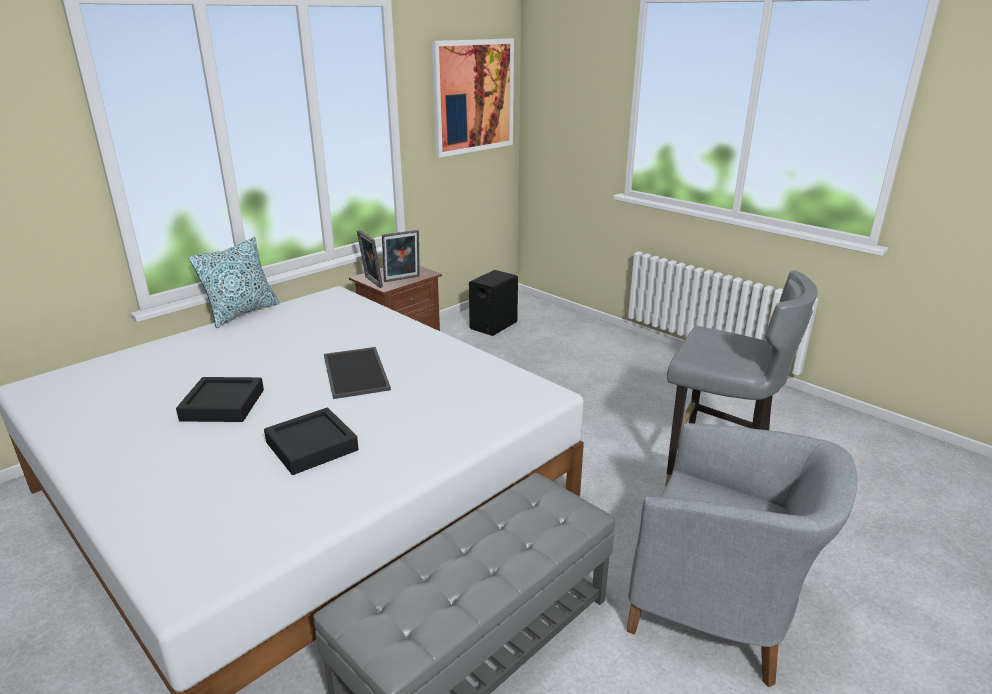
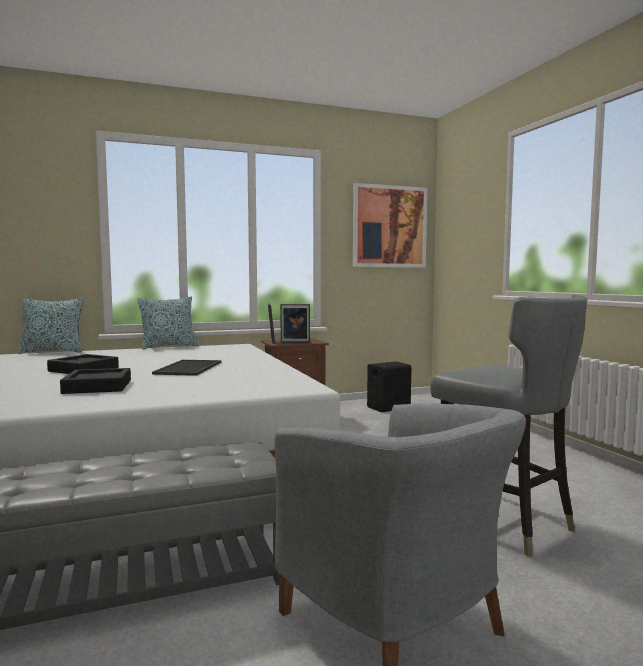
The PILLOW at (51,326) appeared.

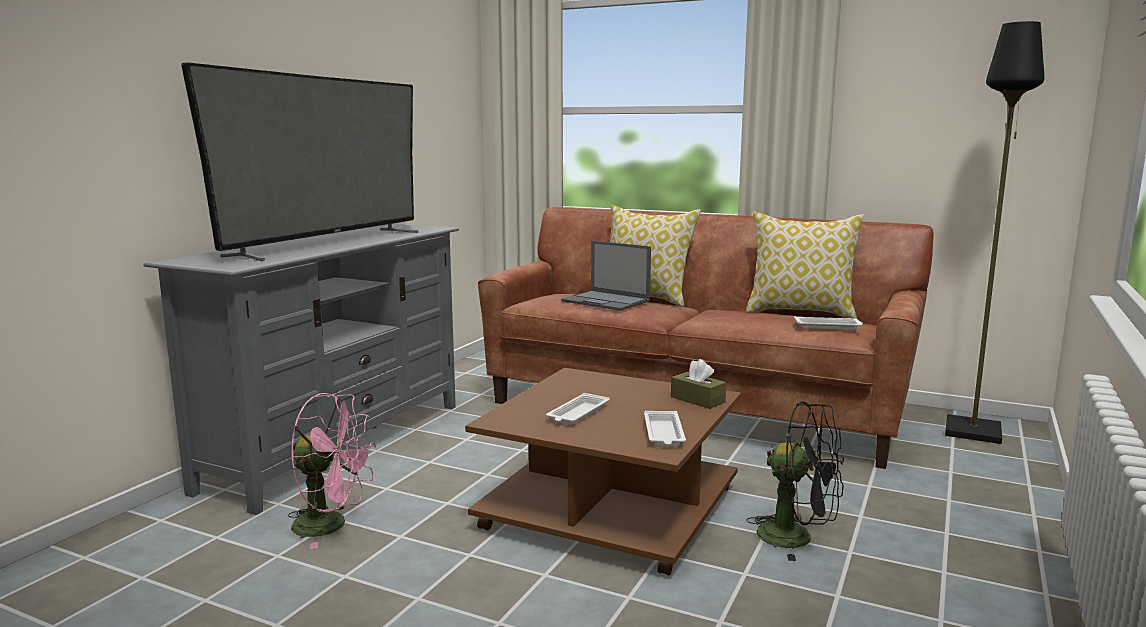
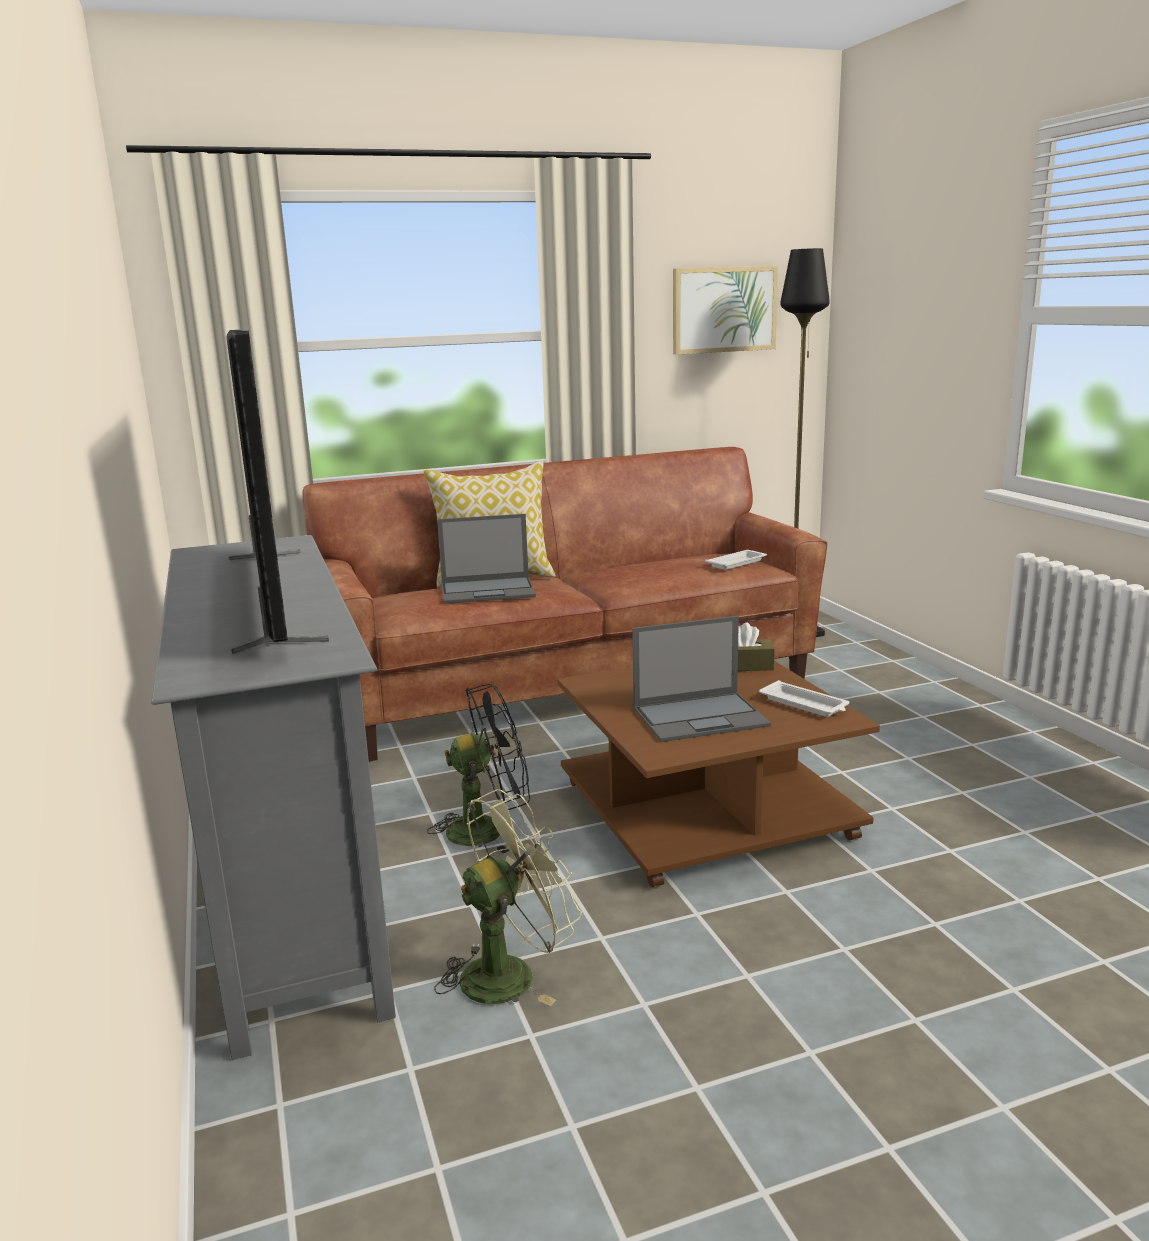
The PILLOW at (805,265) disappeared.
The PICTURE at (725,310) appeared.
The BLACK FAN moved from (795,481) to (478,769).
The WHITE TRAY at (578,409) was replaced by the LAPTOP at (701,679).
The PINK FAN at (332,471) became the GREEN FAN at (508,897).

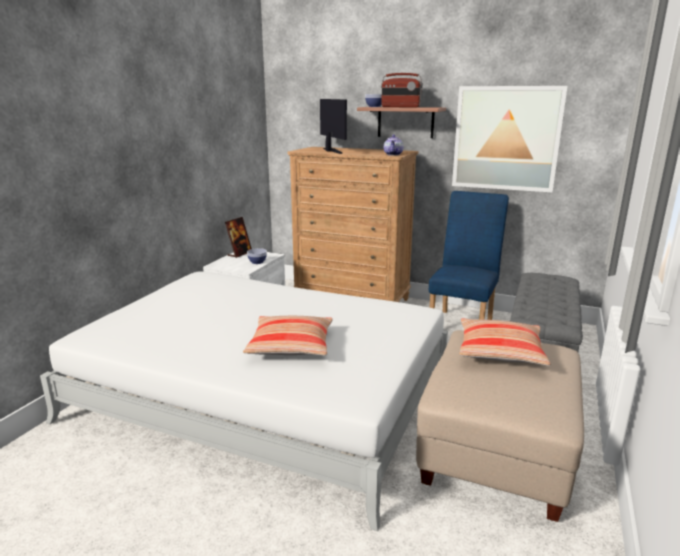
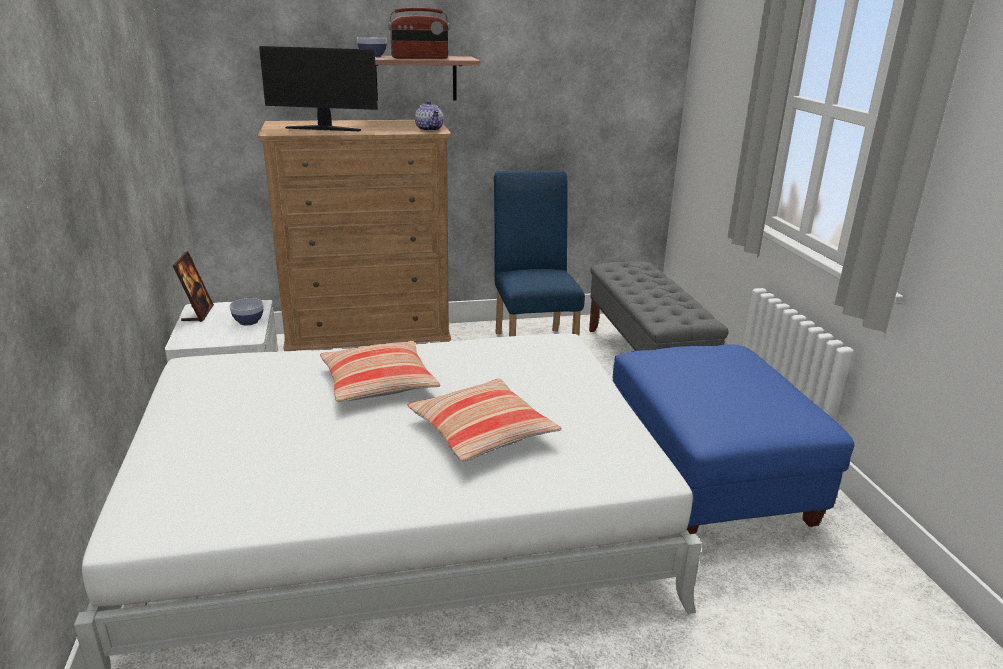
The PICTURE at (510,139) disappeared.
The PILLOW moved from (505,342) to (380,371).
The BEIGE OTTOMAN at (500,426) became the BLUE OTTOMAN at (734,439).
The MONITOR at (333,126) turned 150 degrees clockwise.

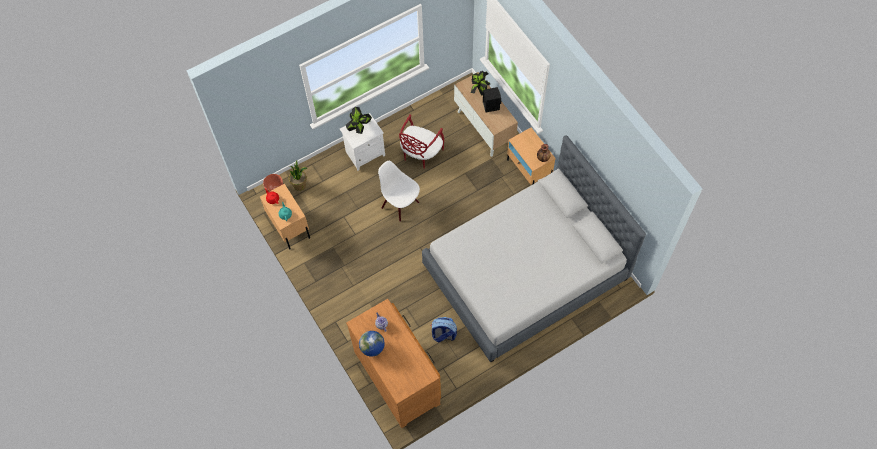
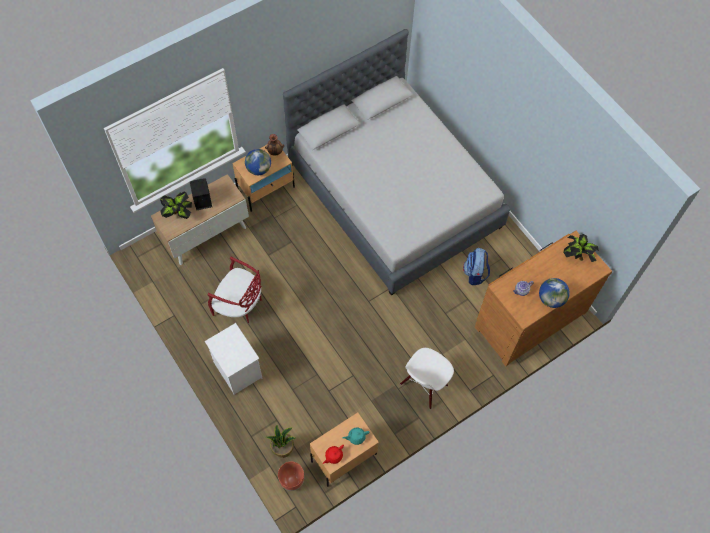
The GLOBE at (258,162) appeared.
The POTTED PLANT moved from (359,120) to (581,248).
The WHITE CHAIR moved from (399,191) to (427,378).

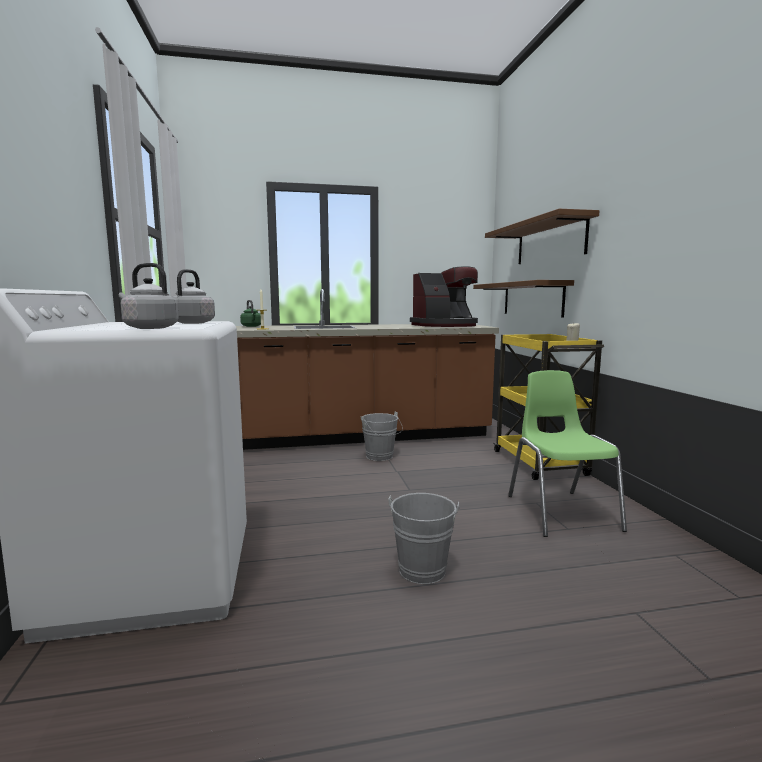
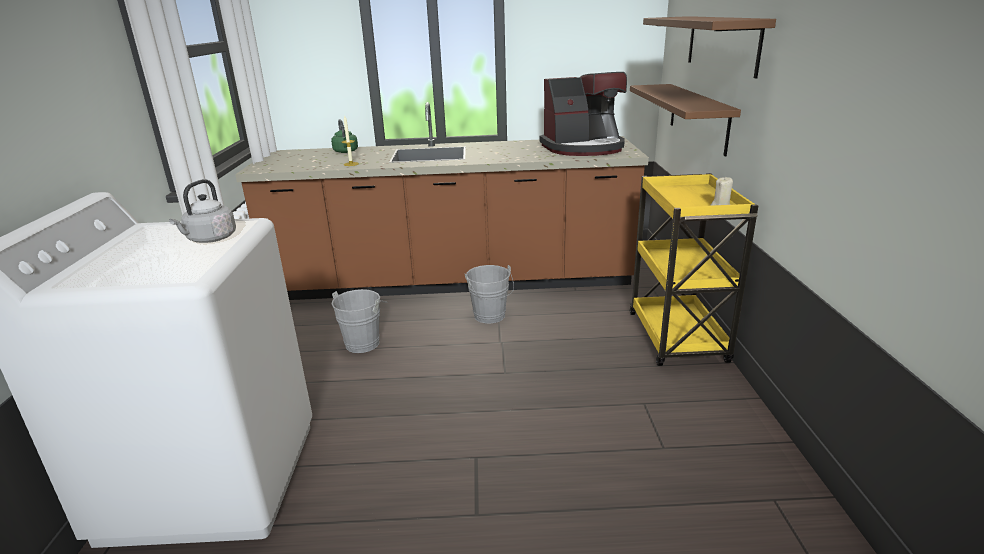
The GREY KETTLE at (149,296) disappeared.
The GREEN CHAIR at (567,453) disappeared.
The GREY BUCKET moved from (423,538) to (359,321).

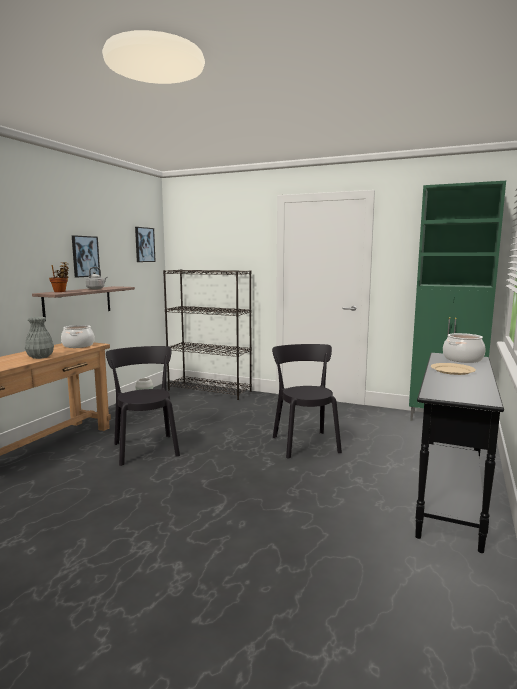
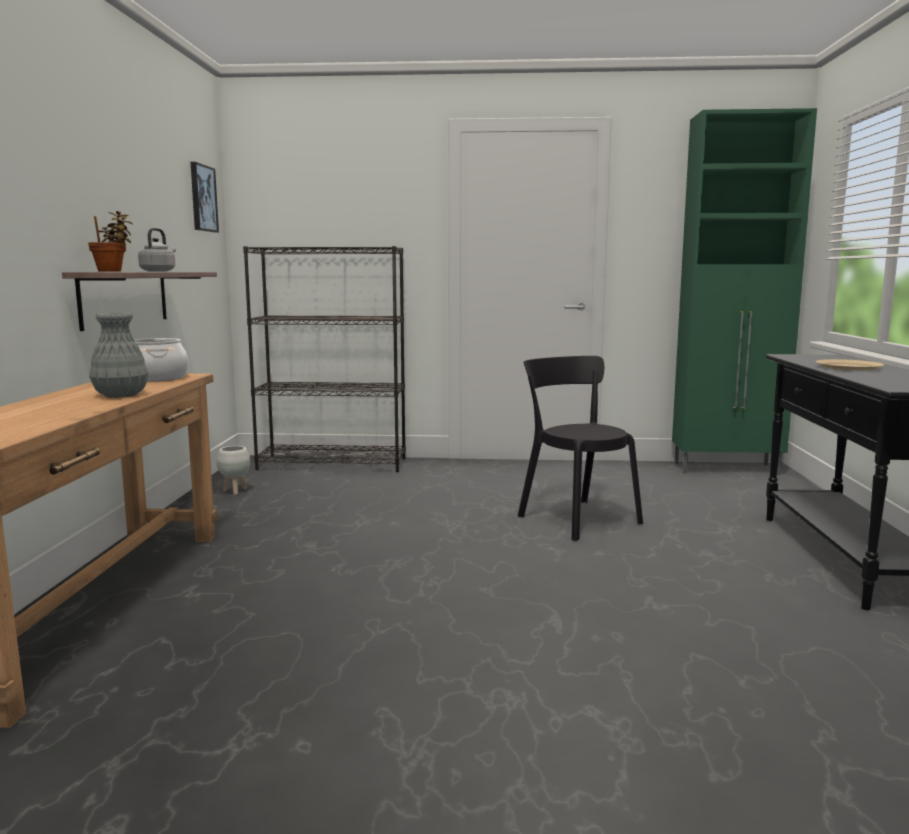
The PICTURE at (86,256) disappeared.
The BLACK CHAIR at (143,406) disappeared.
The COOKING POT at (464,348) disappeared.

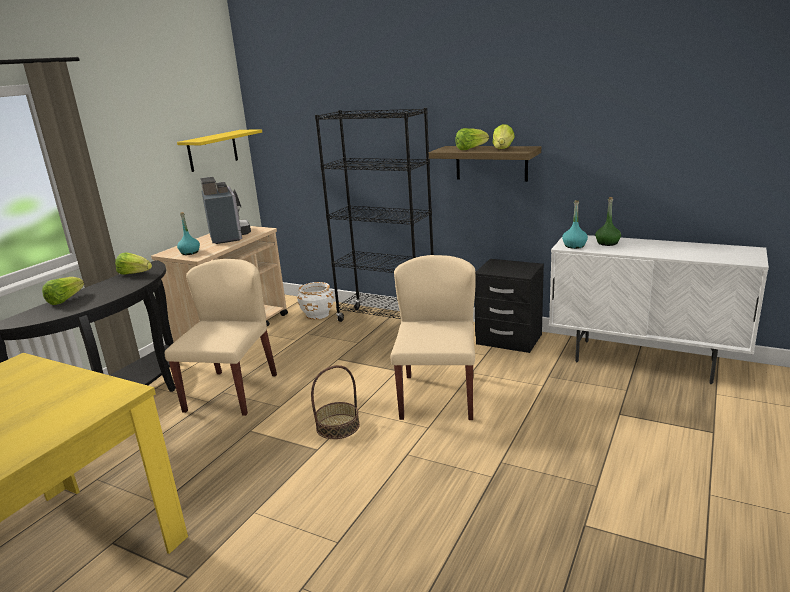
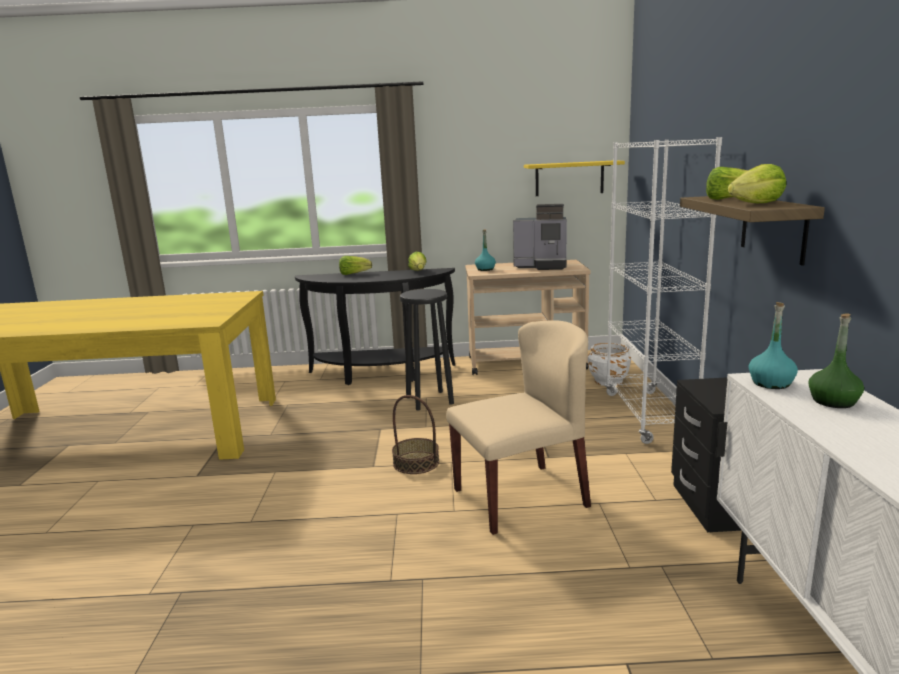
The BEIGE CHAIR at (221,337) was replaced by the BLACK STOOL at (427,349).
The BLACK BOOKCASE at (374,215) became the WHITE BOOKCASE at (663,290).
The COFFEE MACHINE at (225,210) turned 60 degrees clockwise.

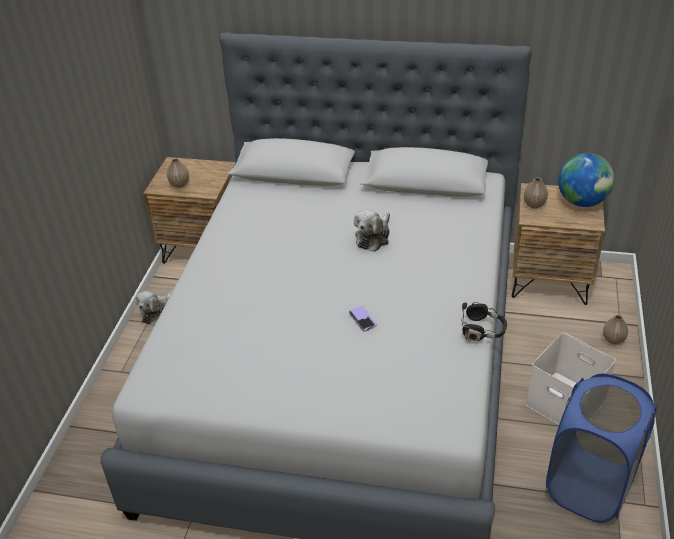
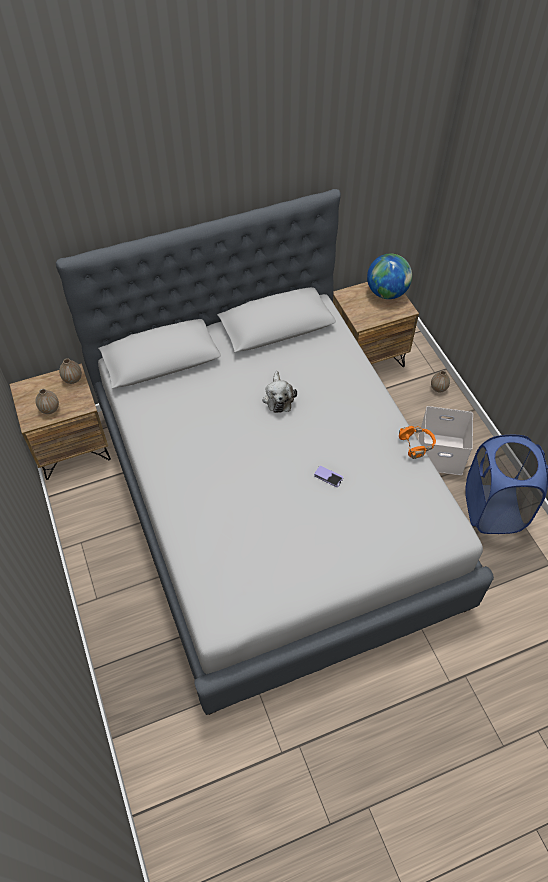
The PLUSH TOY at (154,308) disappeared.
The VASE moved from (536,193) to (70,371).
The BLACK HEADPHONES at (484,321) became the ORANGE HEADPHONES at (417,442).

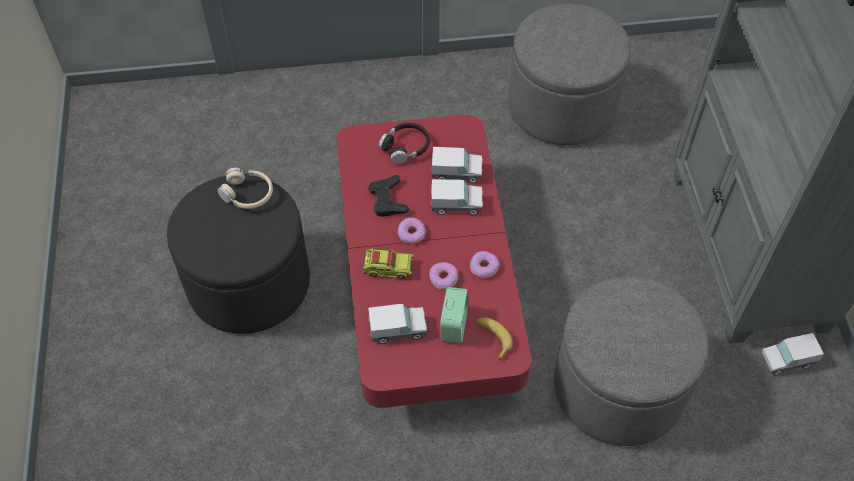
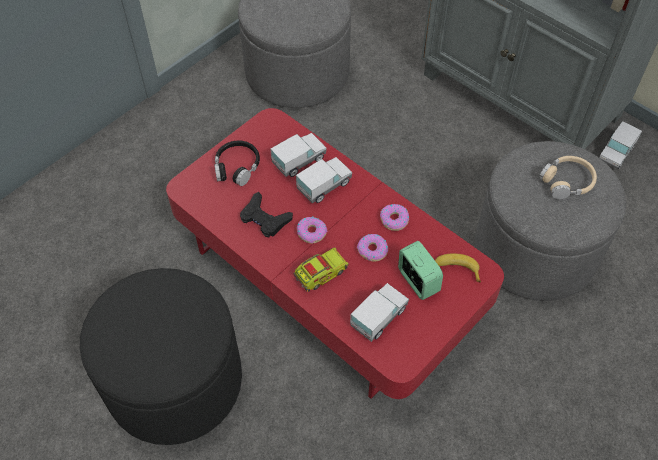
The BEIGE HEADPHONES moved from (245,188) to (568,177).

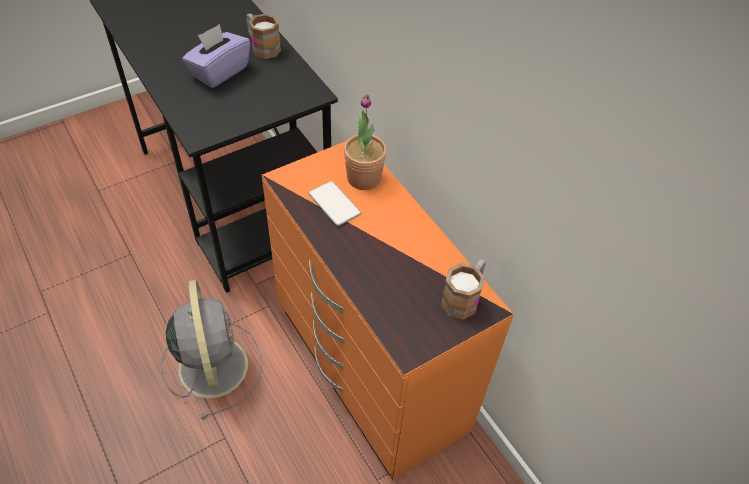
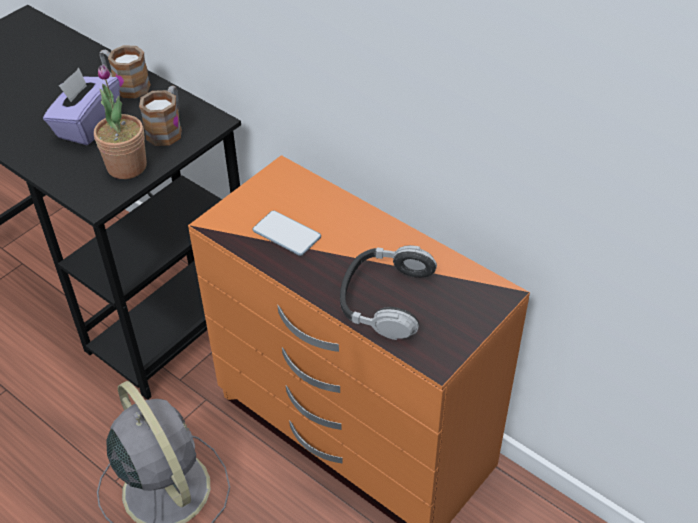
The HEADPHONES at (388,292) appeared.
The POTTED PLANT moved from (365,142) to (120,121).
The MUG moved from (463,289) to (160,116).

